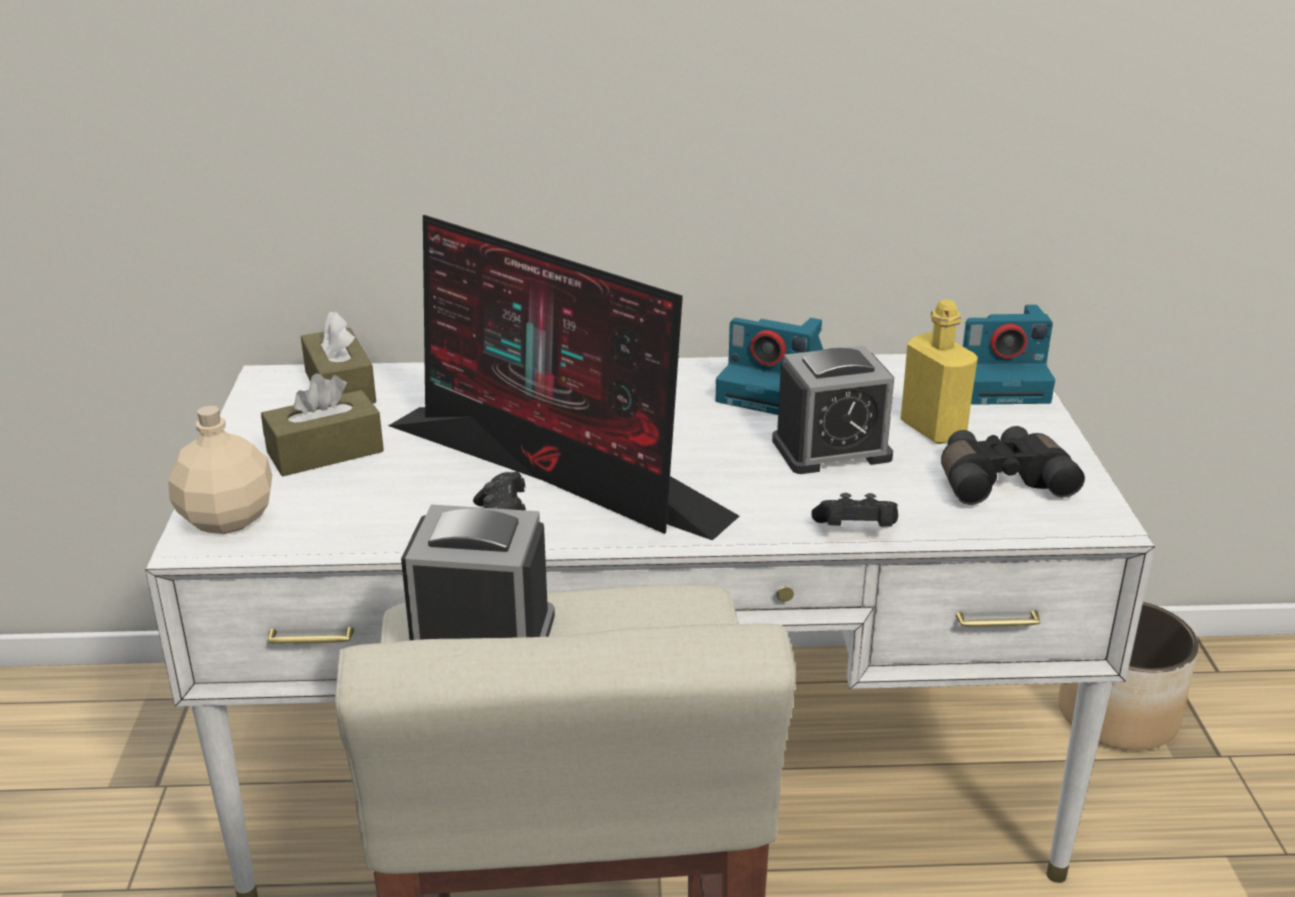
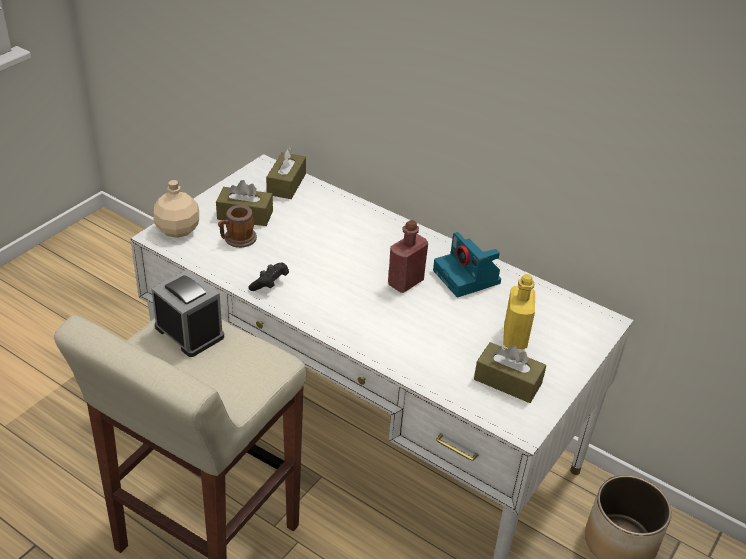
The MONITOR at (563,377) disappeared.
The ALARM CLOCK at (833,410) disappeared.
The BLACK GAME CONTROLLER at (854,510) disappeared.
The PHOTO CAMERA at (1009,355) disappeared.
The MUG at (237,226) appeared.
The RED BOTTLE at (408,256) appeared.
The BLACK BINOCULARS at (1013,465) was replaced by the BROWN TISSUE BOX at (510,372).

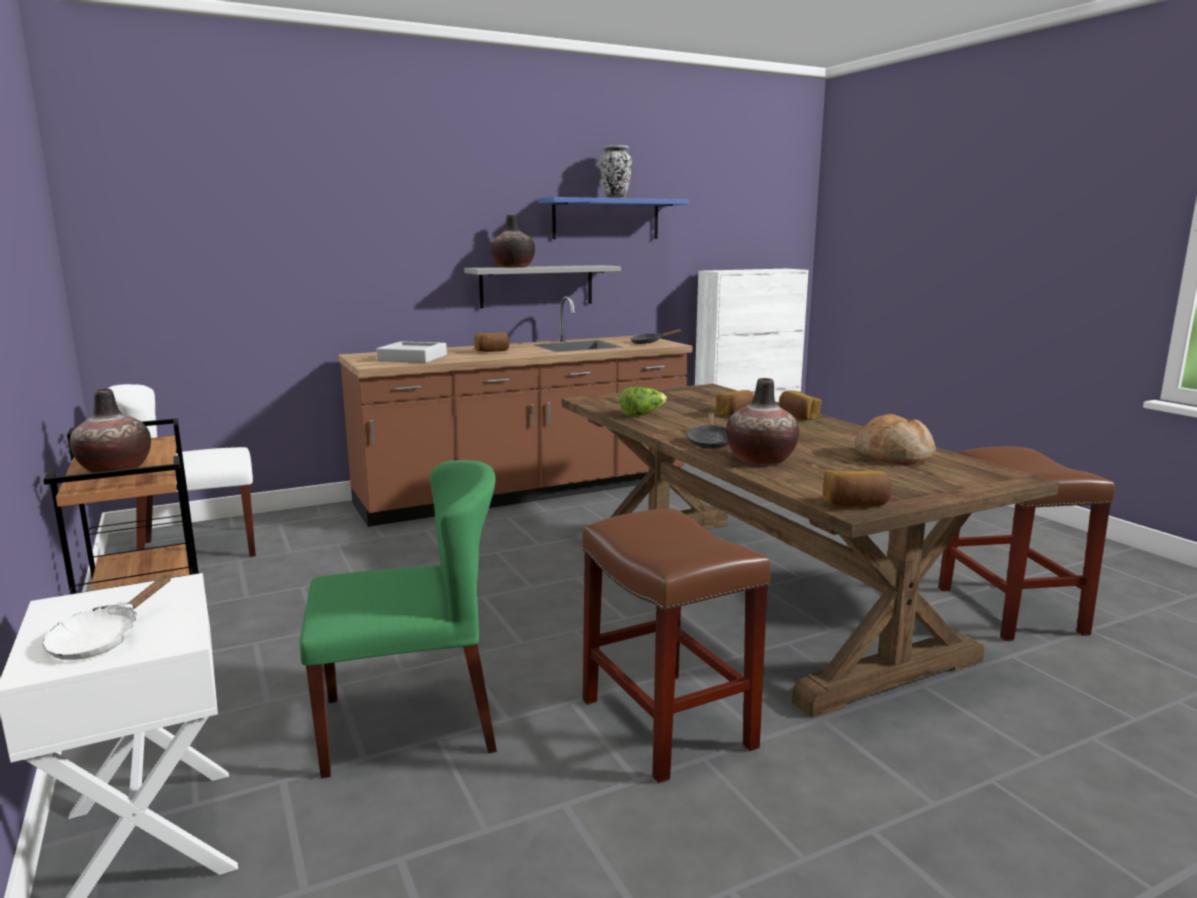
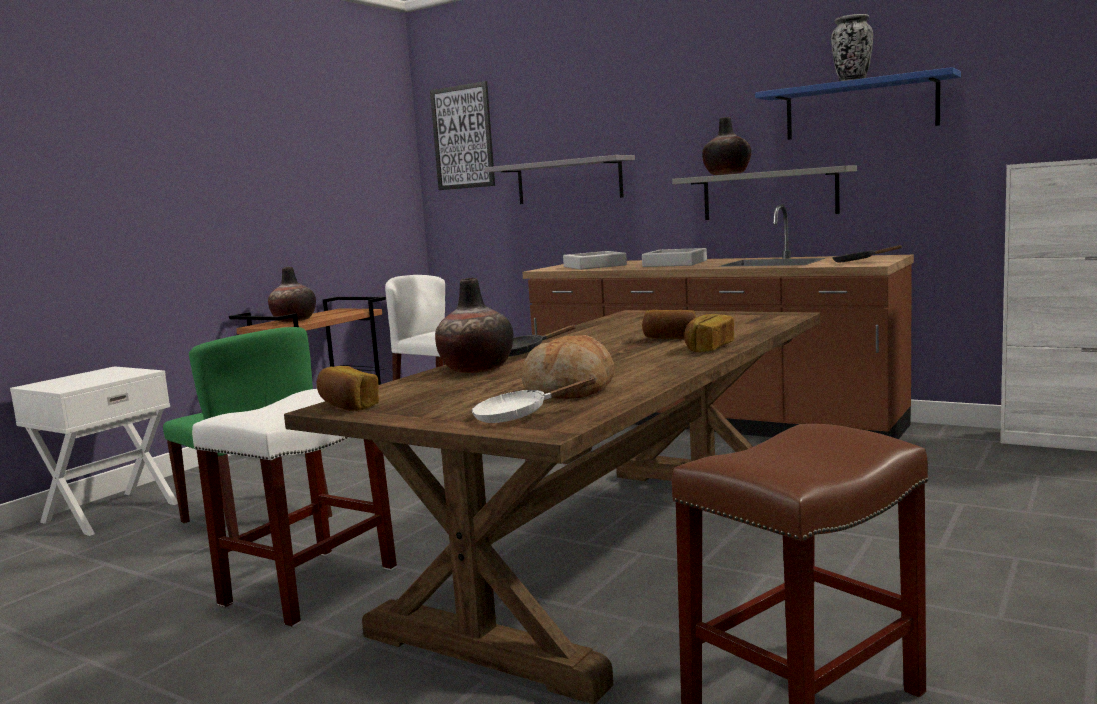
The LETTUCE at (643,402) disappeared.
The PICTURE at (462,135) appeared.
The GREY SHELF at (560,179) appeared.
The WHITE FRYING PAN moved from (107,617) to (534,400).
The BREAD at (492,342) was replaced by the GREY TRAY at (674,257).
The BROWN STOOL at (676,646) became the WHITE STOOL at (294,508).

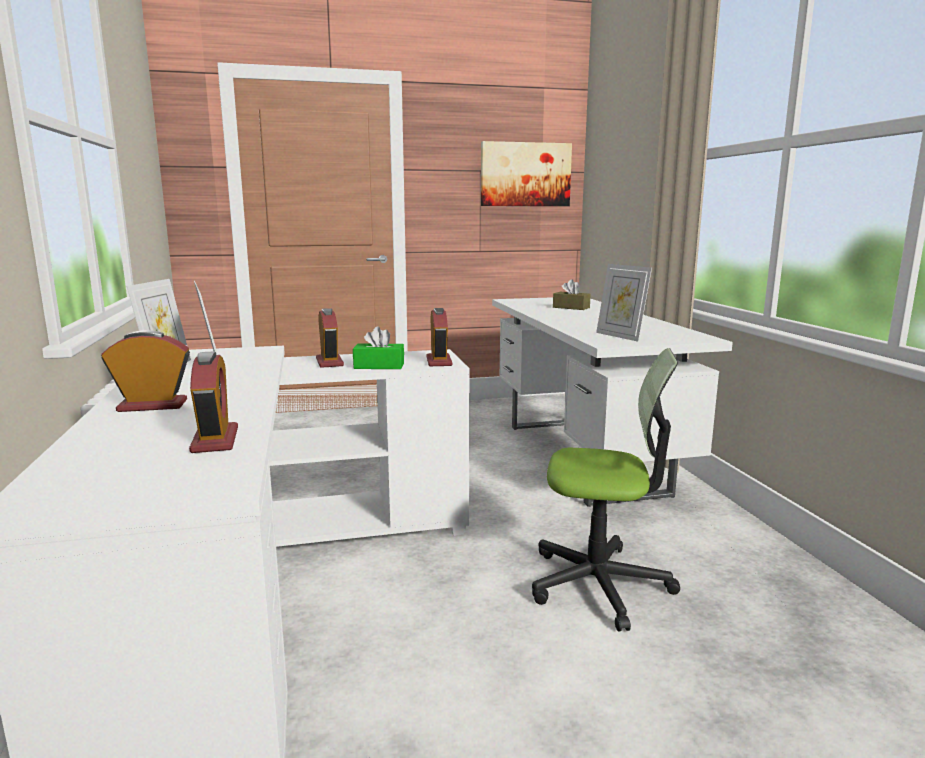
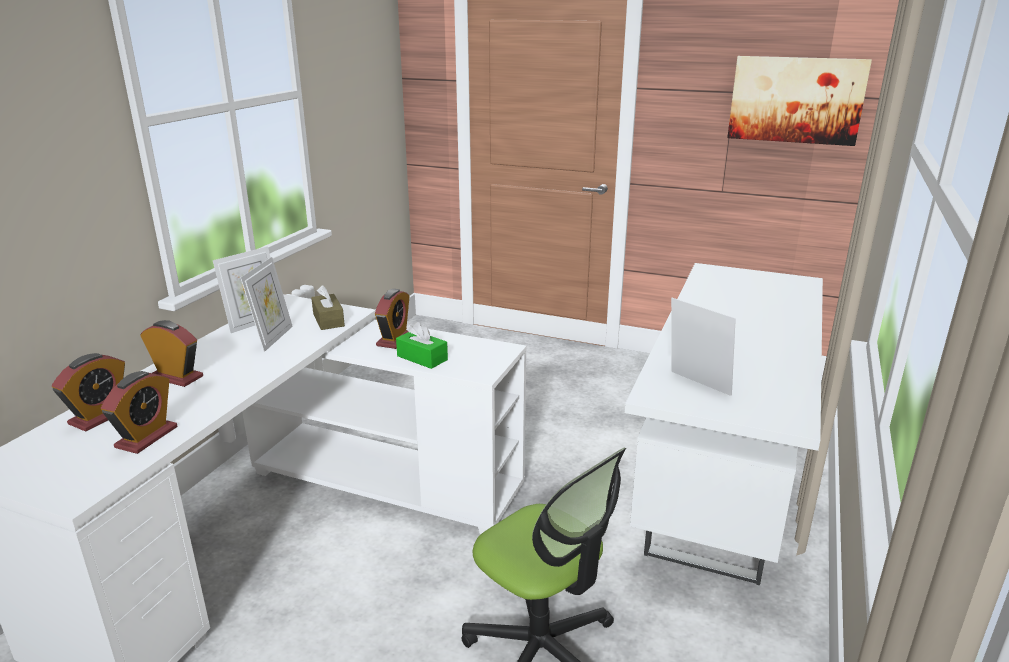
The ALARM CLOCK moved from (439,337) to (88,392).
The BROWN TISSUE BOX moved from (572,295) to (328,307).
The PICTURE FRAME at (624,303) turned 135 degrees clockwise.

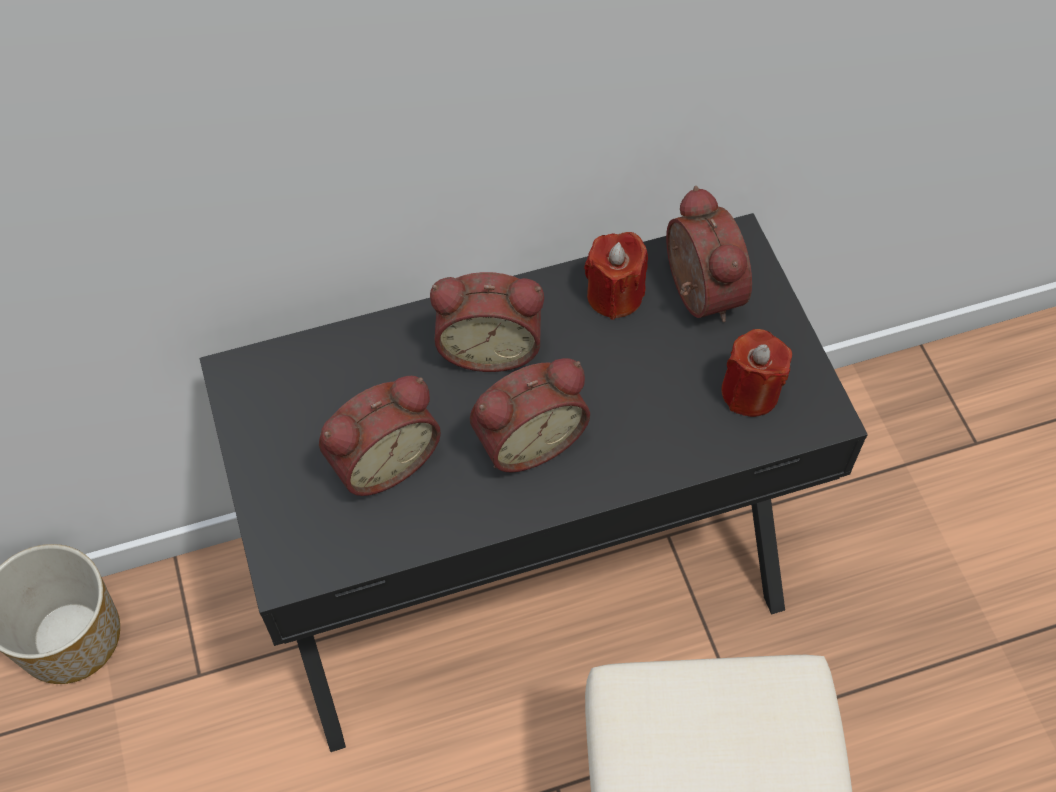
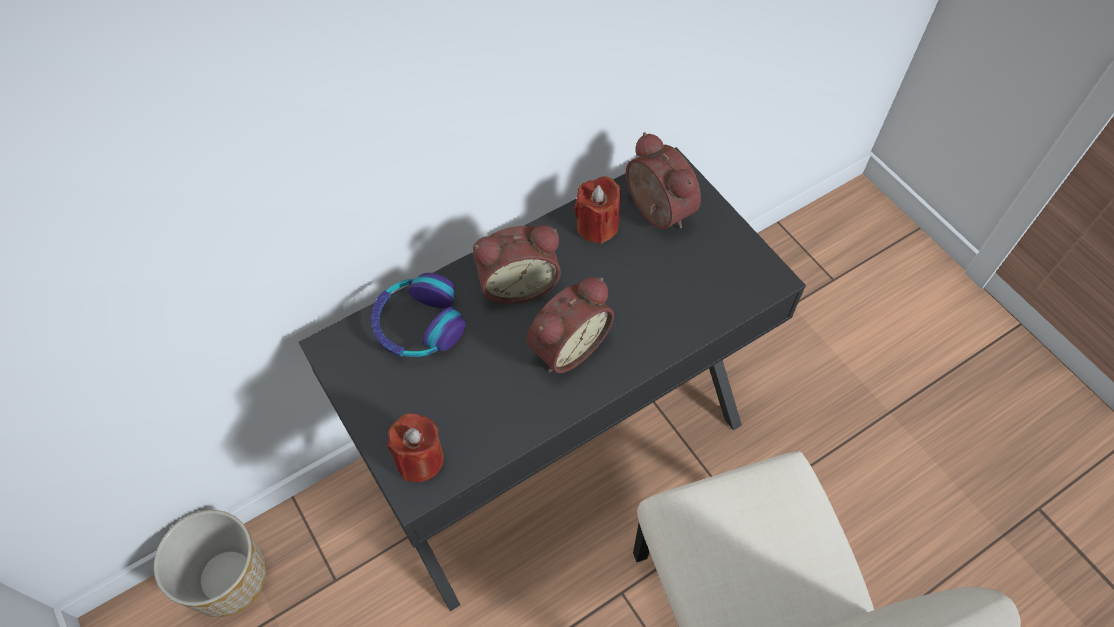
The ALARM CLOCK at (380,436) disappeared.
The HEADPHONES at (418,315) appeared.
The RED CANDLE moved from (756,373) to (415,447).

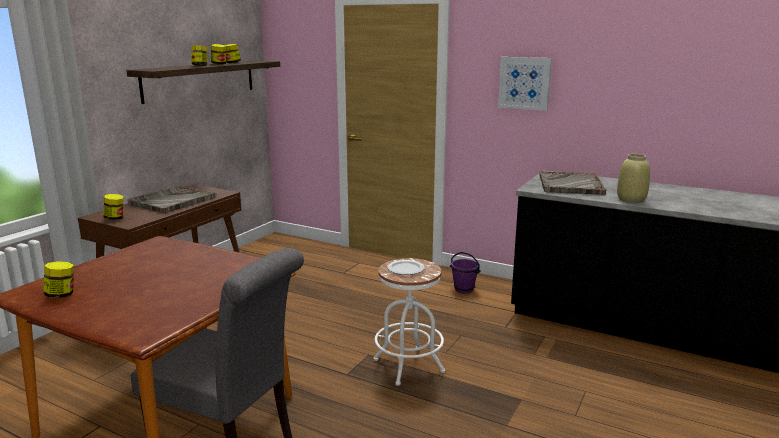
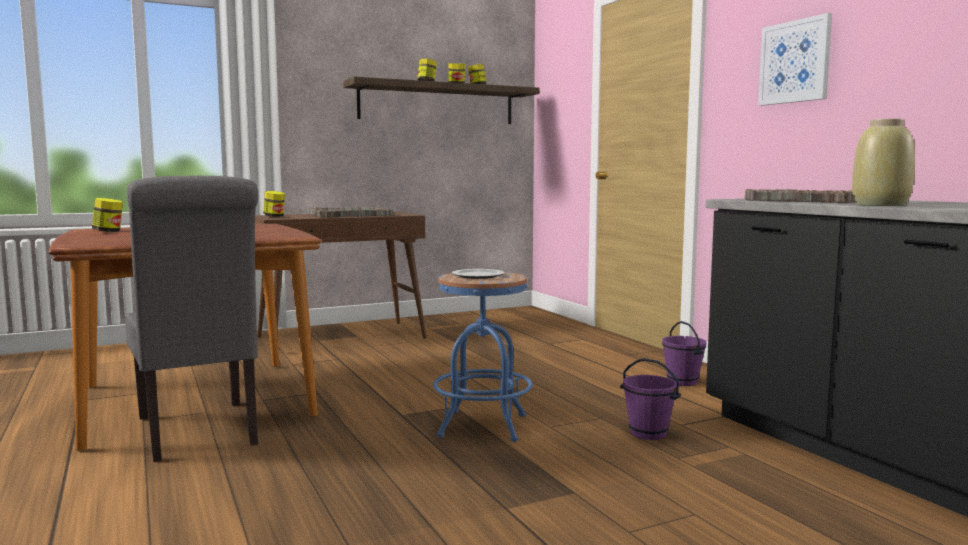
The PURPLE BUCKET at (650,399) appeared.
The WHITE STOOL at (409,322) became the BLUE STOOL at (483,357).

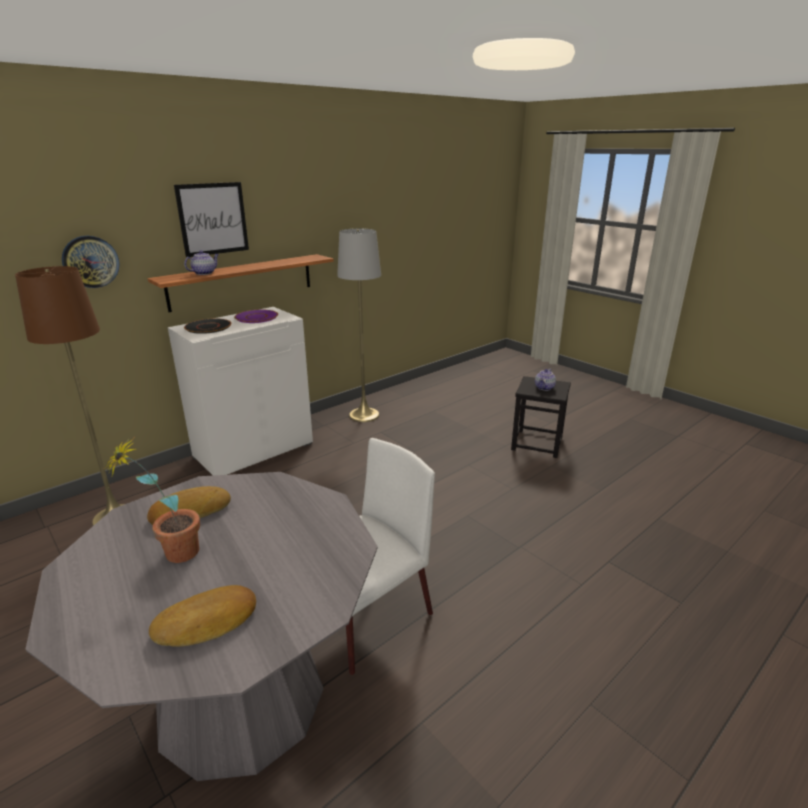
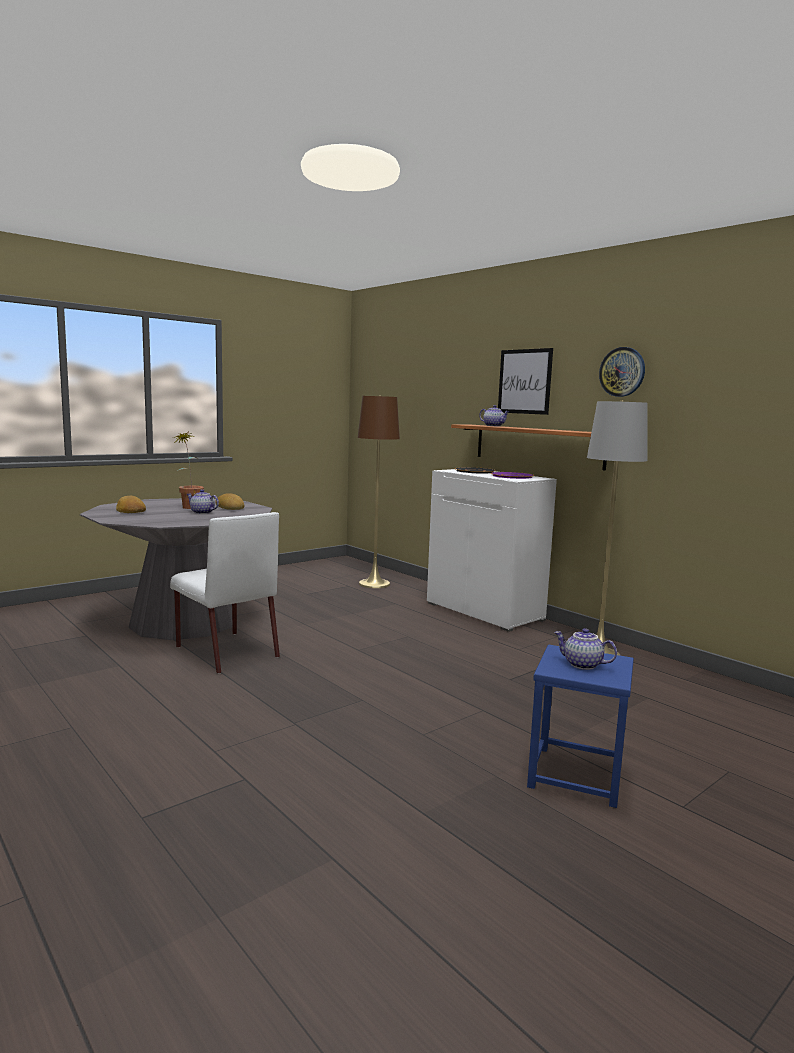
The TEAPOT at (203,501) appeared.
The WALL CLOCK moved from (91,262) to (622,372).
The BLACK STOOL at (541,417) became the BLUE STOOL at (580,726).

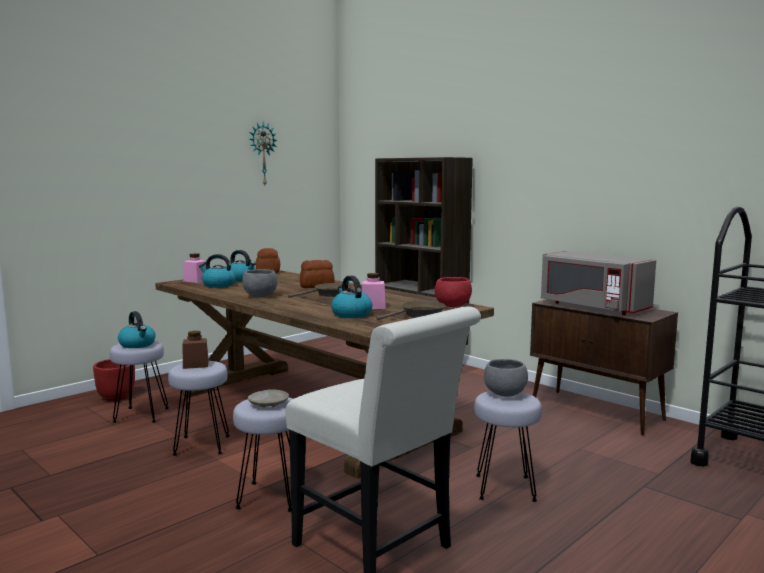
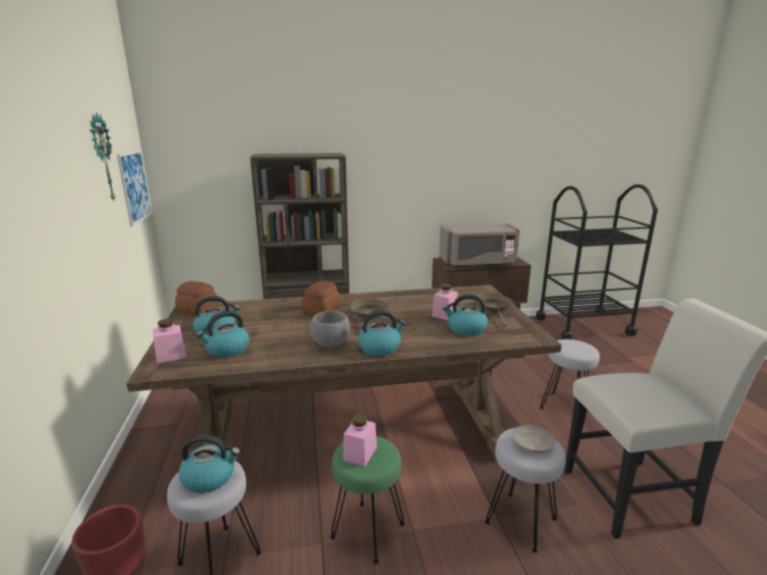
The RED BOWL at (453,292) disappeared.
The GREY BOWL at (506,377) disappeared.
The PICTURE at (134,188) appeared.
The KETTLE at (382,333) appeared.
The GREY STOOL at (199,408) became the GREEN STOOL at (367,500).
The BROWN JAR at (196,350) became the PINK JAR at (360,440).

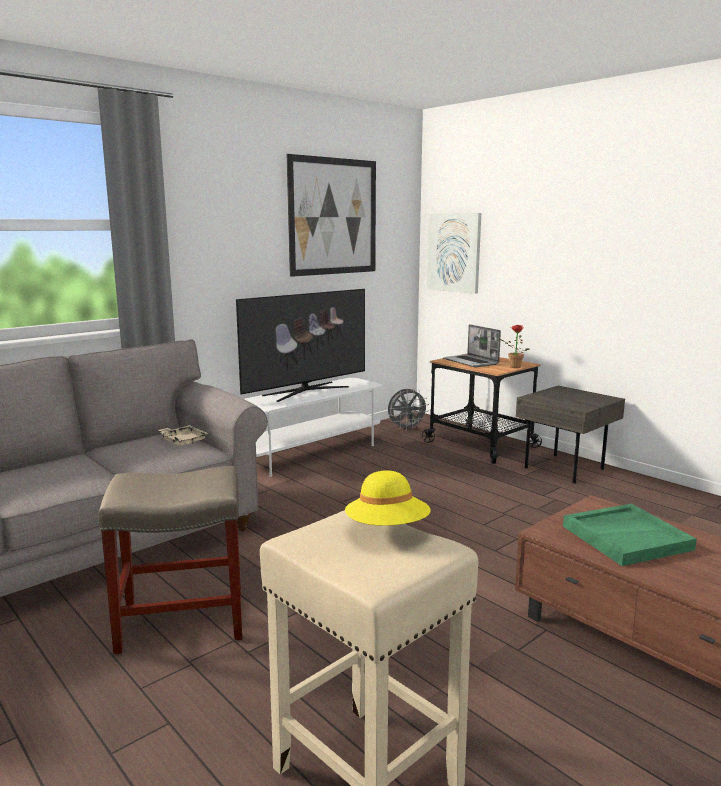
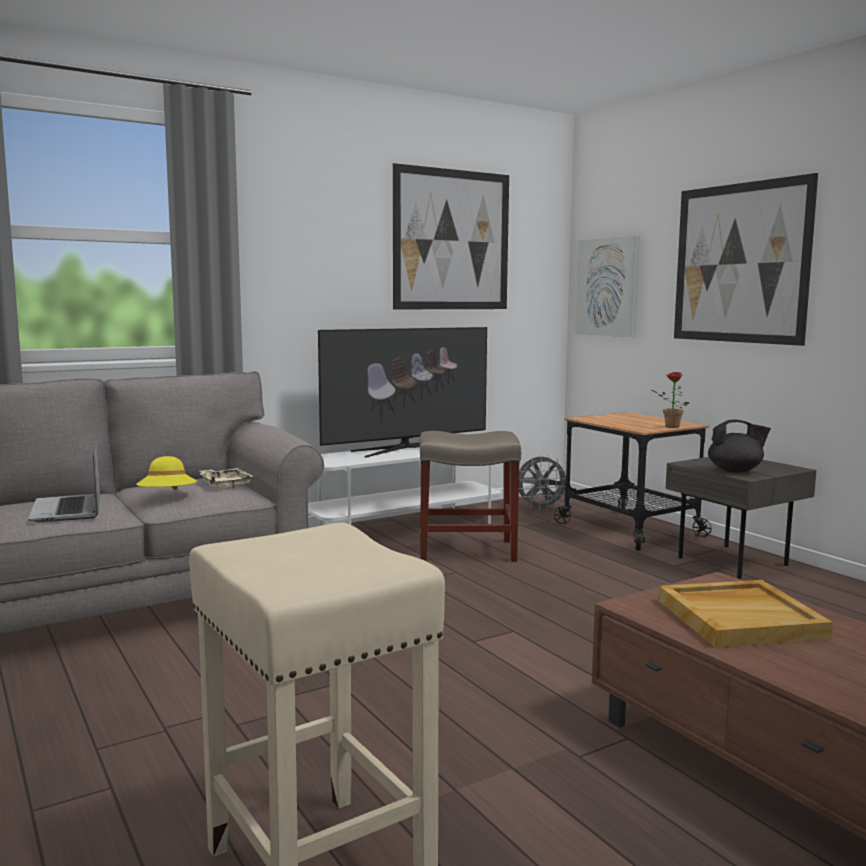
The PICTURE at (746,259) appeared.
The BLACK TEAPOT at (739,446) appeared.
The BEIGE STOOL moved from (170,560) to (470,496).
The YELLOW HAT moved from (388,498) to (166,473).
The LAPTOP moved from (472,345) to (64,481).
The GREEN TRAY at (630,535) became the BEIGE TRAY at (745,614).

